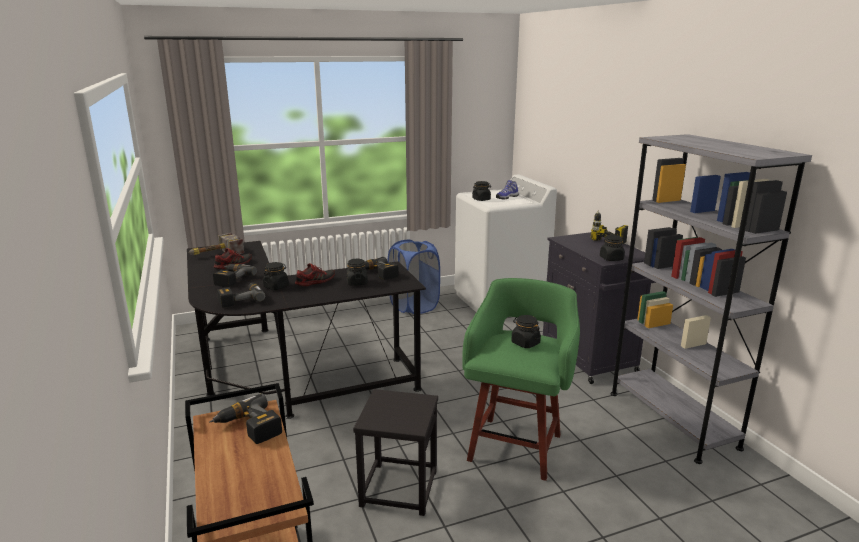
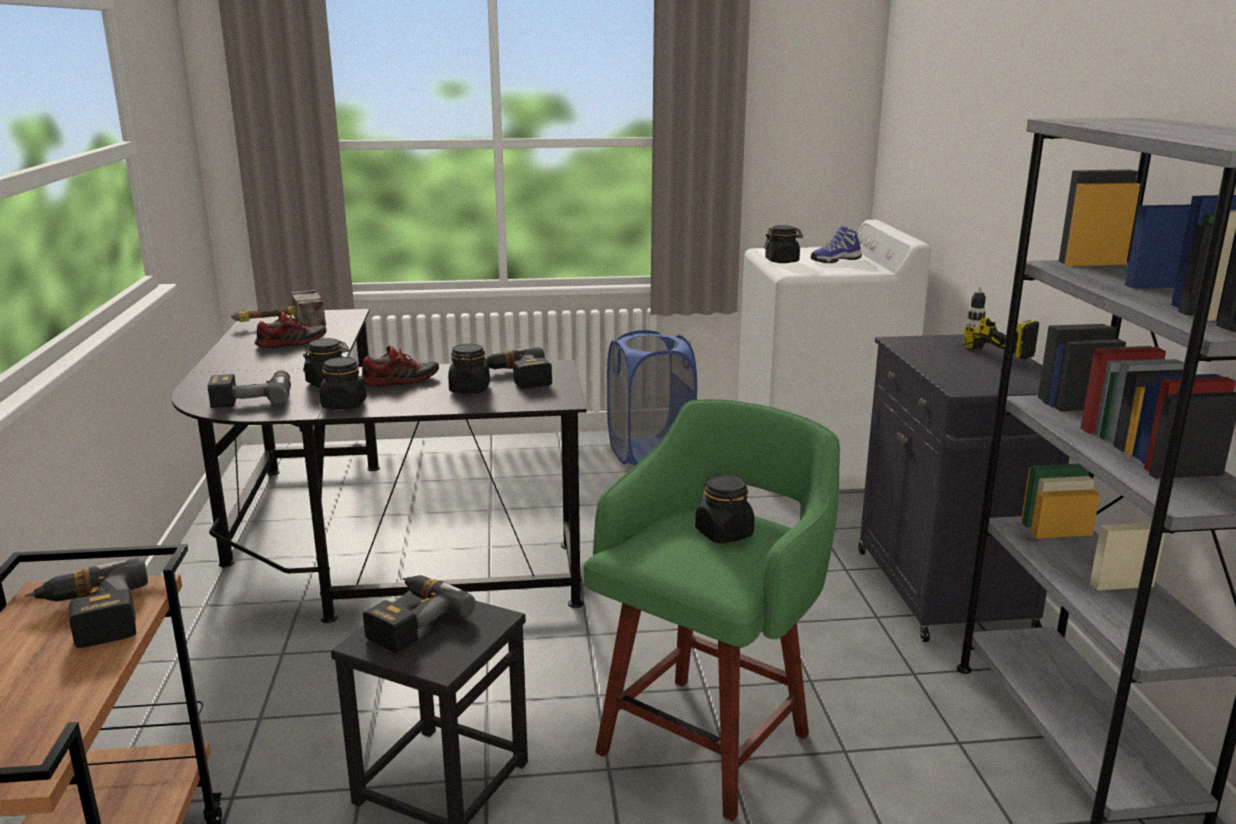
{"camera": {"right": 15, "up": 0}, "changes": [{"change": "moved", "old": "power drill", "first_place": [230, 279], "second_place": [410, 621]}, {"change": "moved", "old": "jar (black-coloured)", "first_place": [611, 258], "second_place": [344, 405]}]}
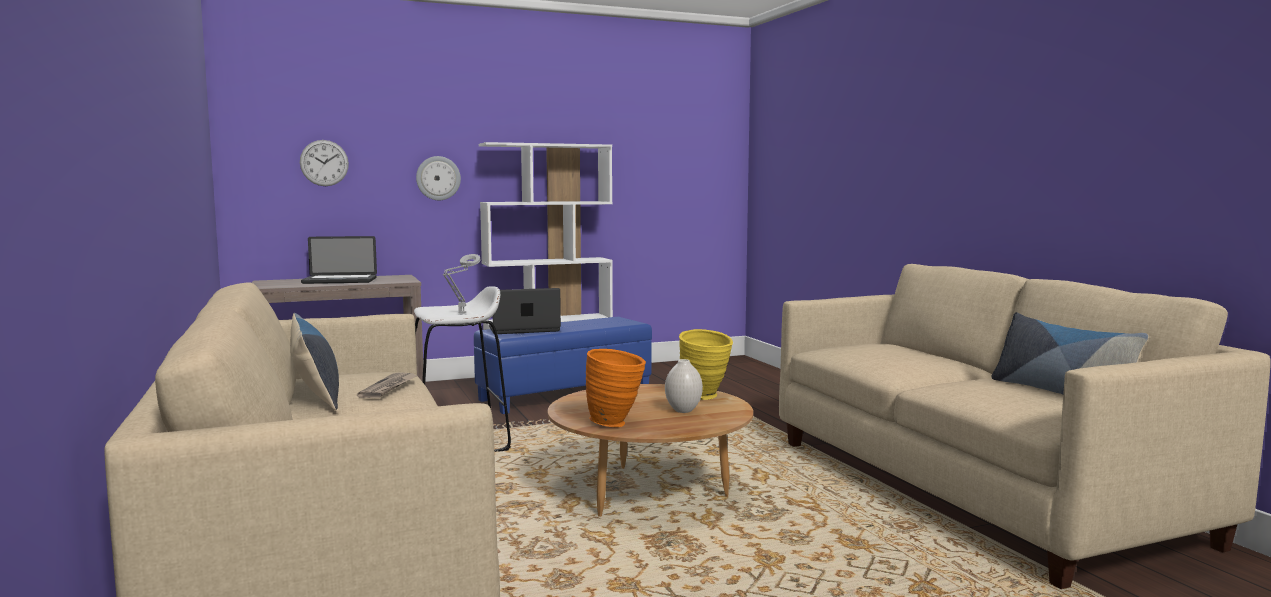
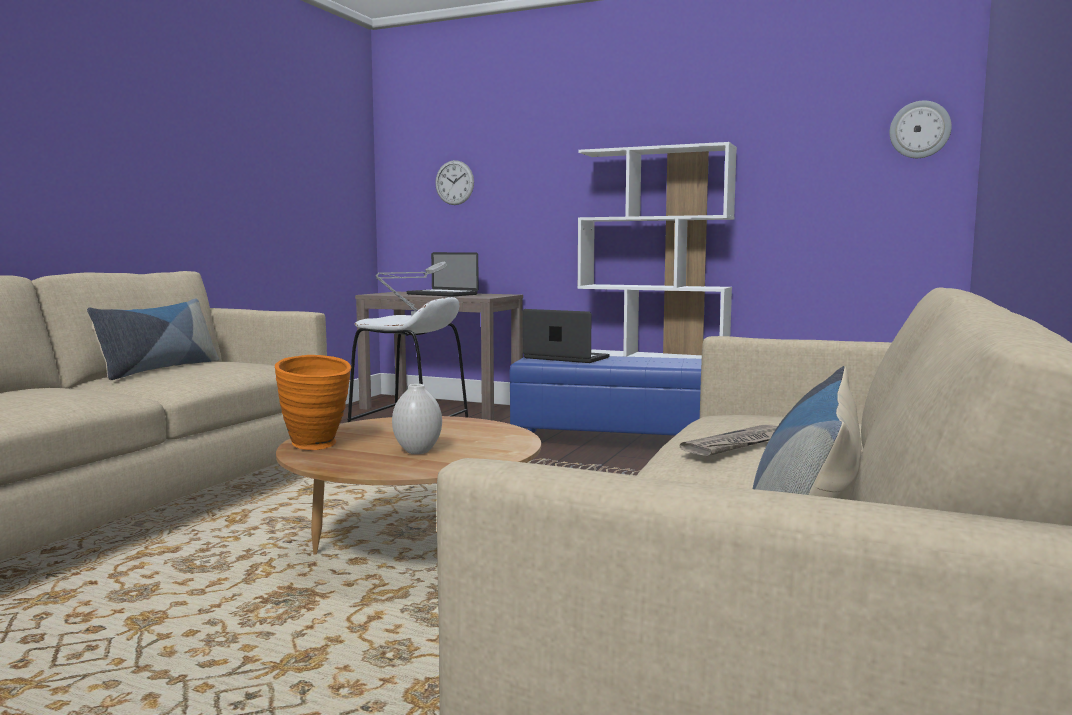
{"camera": {"right": 45, "up": 0}, "changes": [{"change": "removed", "old": "decorative vase (yellowish)", "first_place": [705, 397]}, {"change": "moved", "old": "newspaper", "first_place": [389, 387], "second_place": [739, 444]}, {"change": "moved", "old": "clock on the wall", "first_place": [438, 178], "second_place": [920, 129]}]}
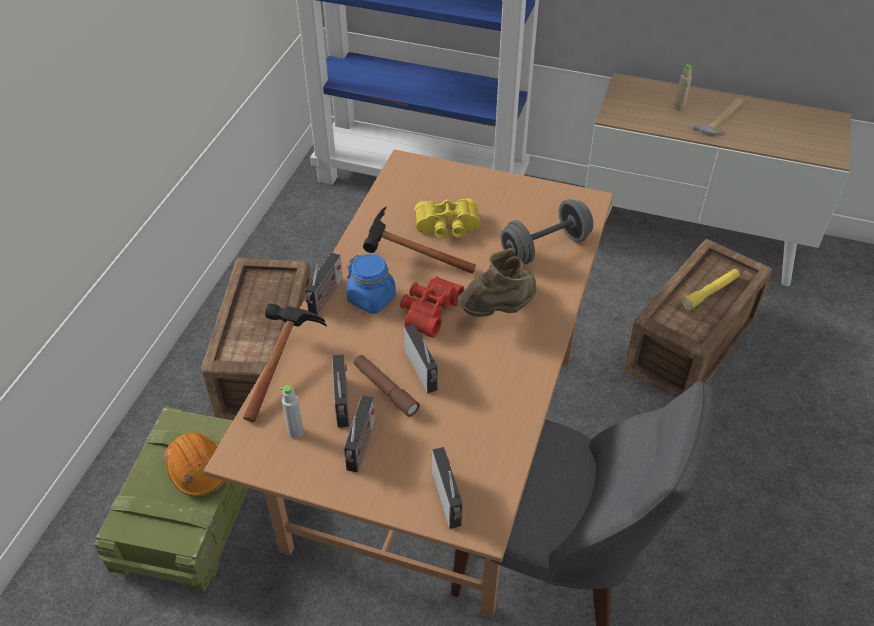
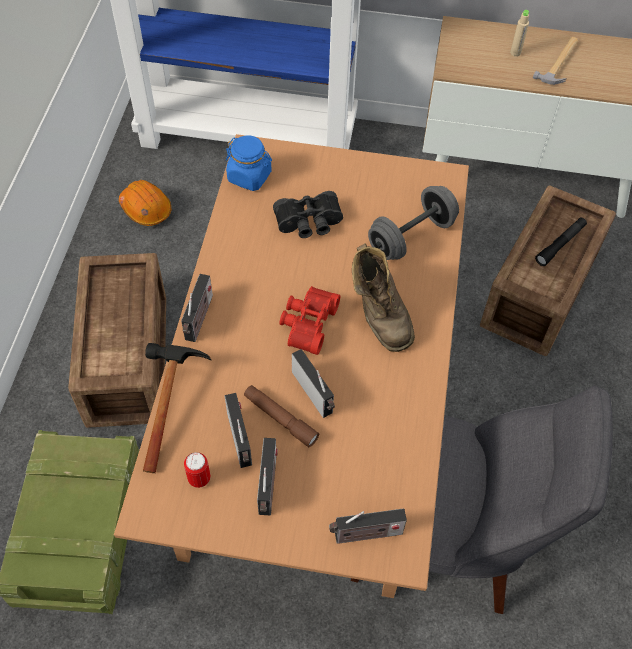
{"camera": {"right": -10, "up": 10}, "changes": [{"change": "removed", "old": "hammer", "first_place": [407, 260]}, {"change": "moved", "old": "safety helmet (orange)", "first_place": [198, 469], "second_place": [146, 209]}, {"change": "moved", "old": "jar (blue)", "first_place": [372, 298], "second_place": [249, 177]}, {"change": "replaced", "old": "bottle (gray)", "new": "can", "first_place": [296, 432], "second_place": [199, 478]}, {"change": "recoloured", "old": "pair of binoculars (yellowish)", "new": "pair of binoculars (black-coloured)", "first_place": [447, 227], "second_place": [309, 223]}, {"change": "recoloured", "old": "torch (yellowish)", "new": "torch (black-coloured)", "first_place": [710, 293], "second_place": [560, 244]}, {"change": "turned", "old": "radio", "first_place": [448, 501], "second_place": [365, 534], "degrees": 105}, {"change": "turned", "old": "high-top boot (brown)", "first_place": [500, 310], "second_place": [378, 314], "degrees": 120}]}
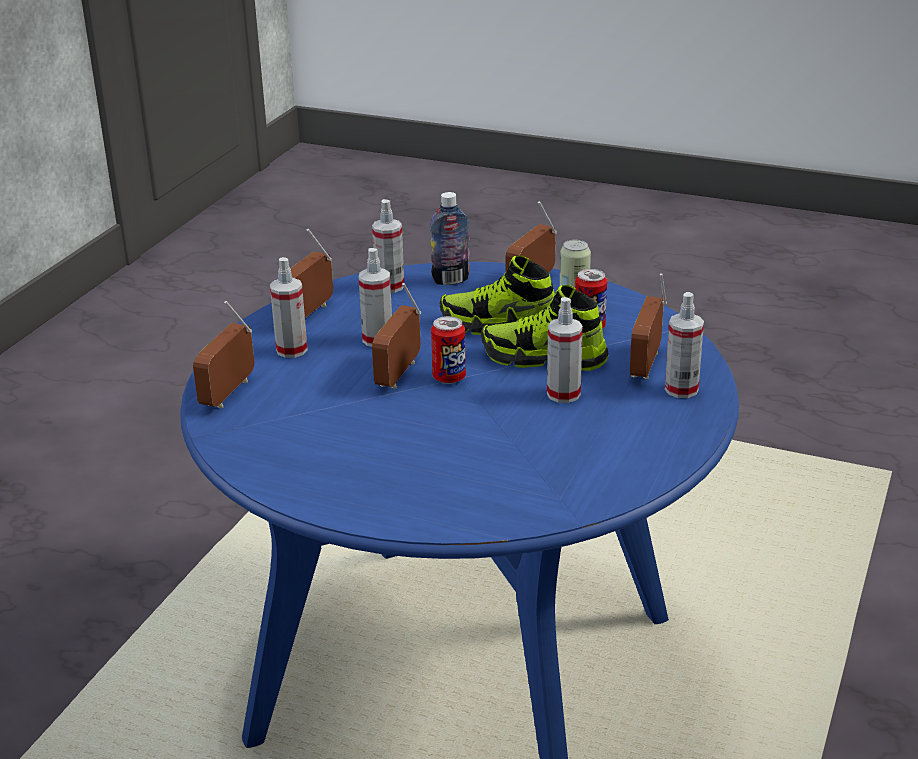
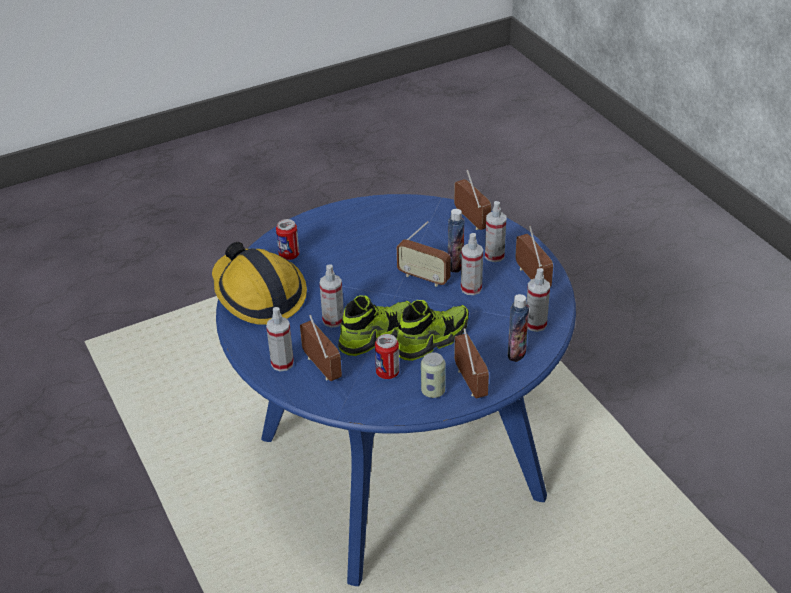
{"camera": {"right": 130, "up": 10}, "changes": [{"change": "added", "new": "safety helmet", "second_place": [258, 294]}, {"change": "added", "new": "bottle", "second_place": [455, 265]}, {"change": "moved", "old": "can", "first_place": [449, 378], "second_place": [289, 255]}, {"change": "turned", "old": "radio", "first_place": [399, 374], "second_place": [423, 278], "degrees": 150}]}
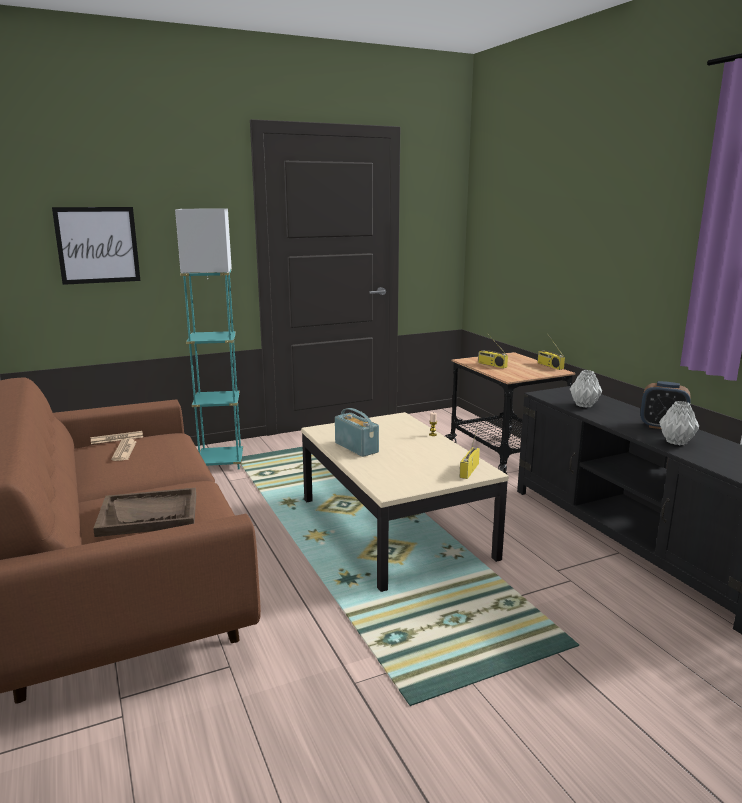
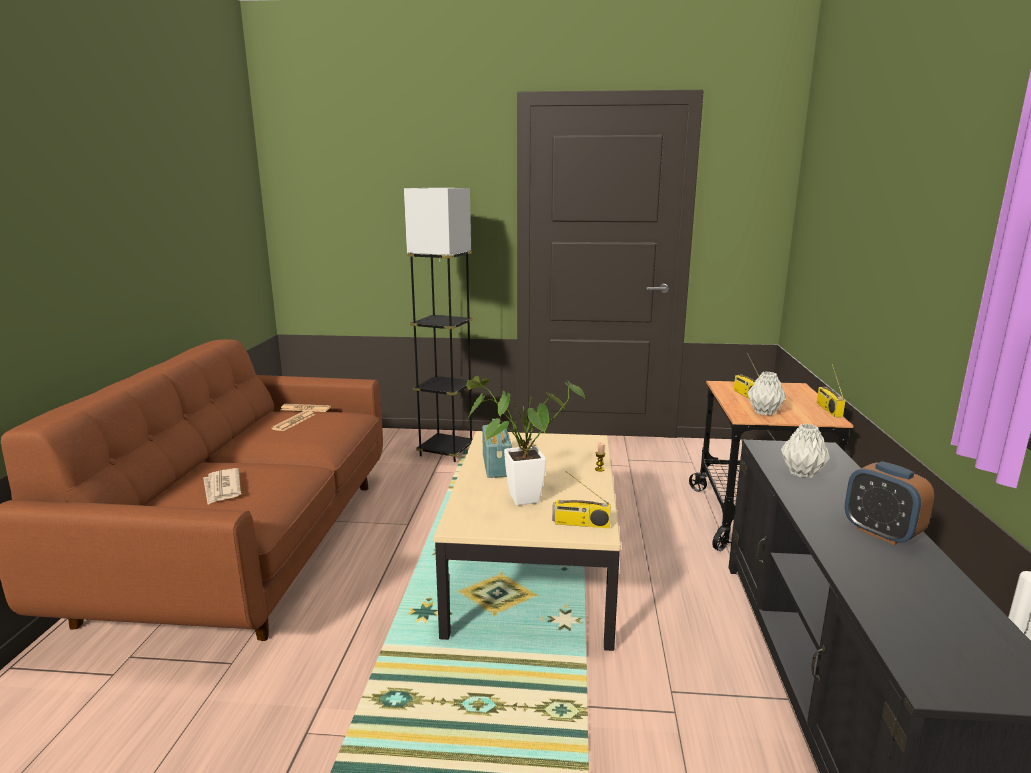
{"camera": {"right": 30, "up": 0}, "changes": [{"change": "removed", "old": "wall picture", "first_place": [97, 245]}, {"change": "added", "new": "potted plant", "second_place": [516, 499]}, {"change": "moved", "old": "decorative vase (gray)", "first_place": [677, 442], "second_place": [764, 412]}, {"change": "replaced", "old": "carrying tray (brown)", "new": "newspaper", "first_place": [149, 514], "second_place": [222, 488]}, {"change": "recoloured", "old": "standing lamp (turquoise)", "new": "standing lamp (gray)", "first_place": [221, 463], "second_place": [446, 451]}, {"change": "turned", "old": "radio", "first_place": [469, 470], "second_place": [580, 524], "degrees": -135}]}
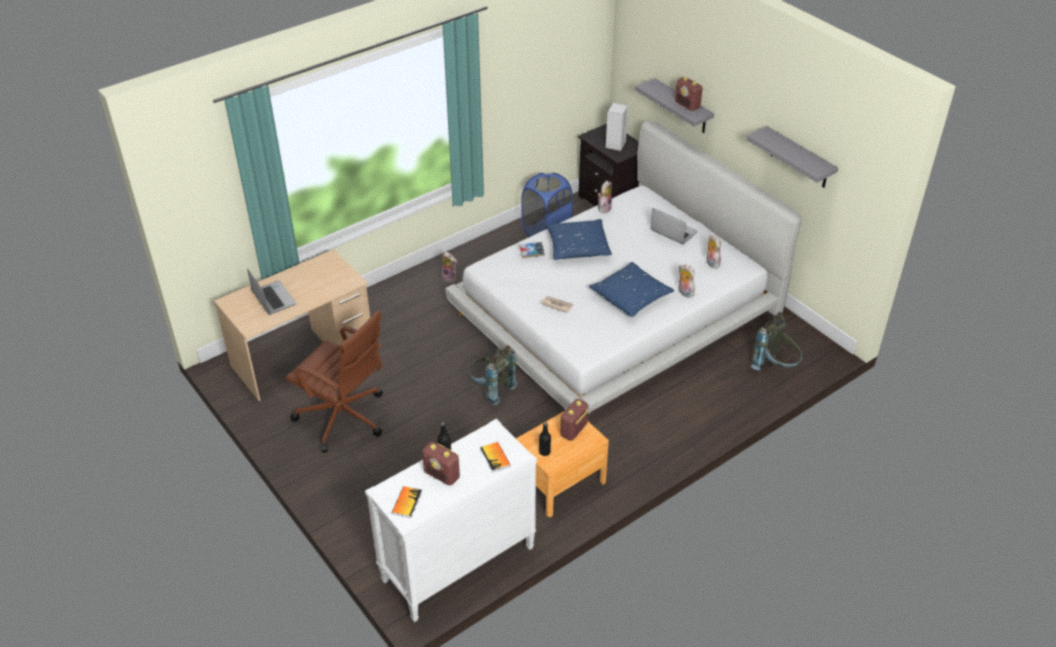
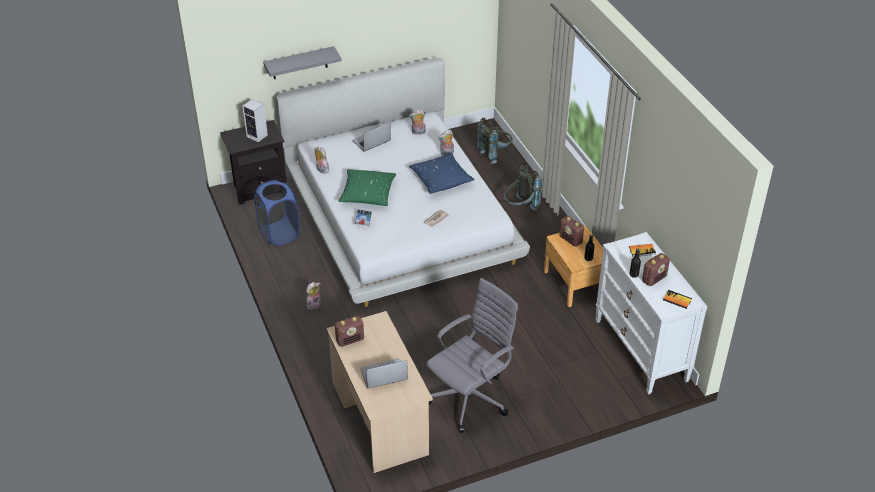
{"camera": {"right": -75, "up": 0}, "changes": [{"change": "removed", "old": "shelf (gray)", "first_place": [799, 158]}, {"change": "moved", "old": "knapsack (gray)", "first_place": [490, 389], "second_place": [520, 208]}, {"change": "moved", "old": "radio", "first_place": [687, 105], "second_place": [350, 340]}, {"change": "recoloured", "old": "desk chair (brown)", "new": "desk chair (gray)", "first_place": [344, 419], "second_place": [470, 397]}, {"change": "recoloured", "old": "throw pillow (blue)", "new": "throw pillow (green-coloured)", "first_place": [577, 247], "second_place": [367, 194]}]}
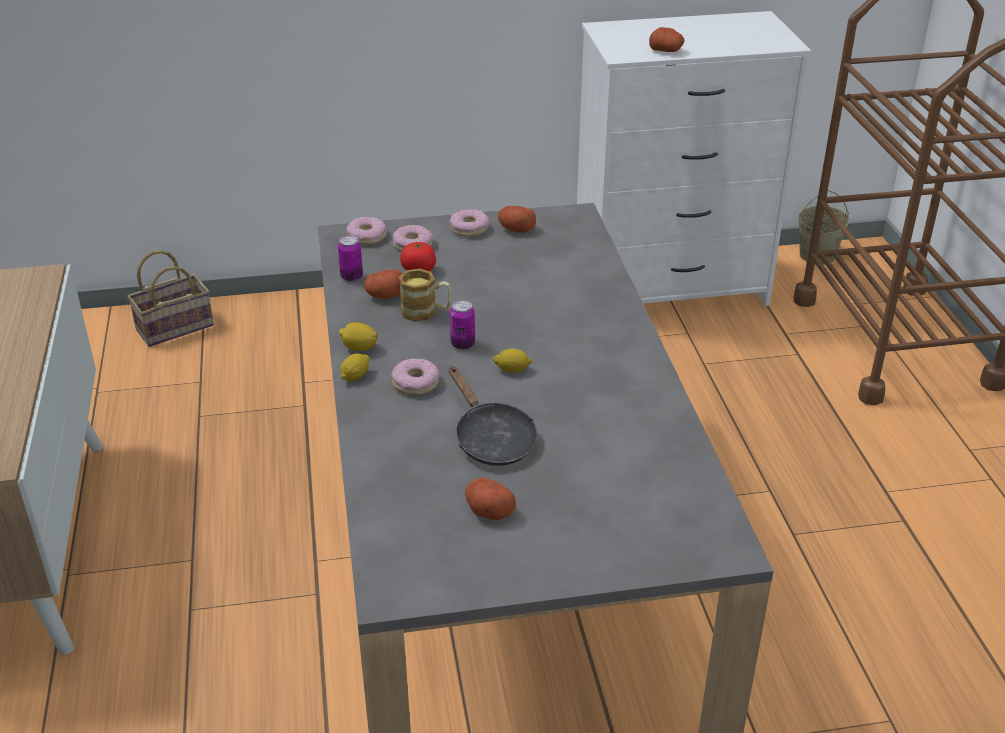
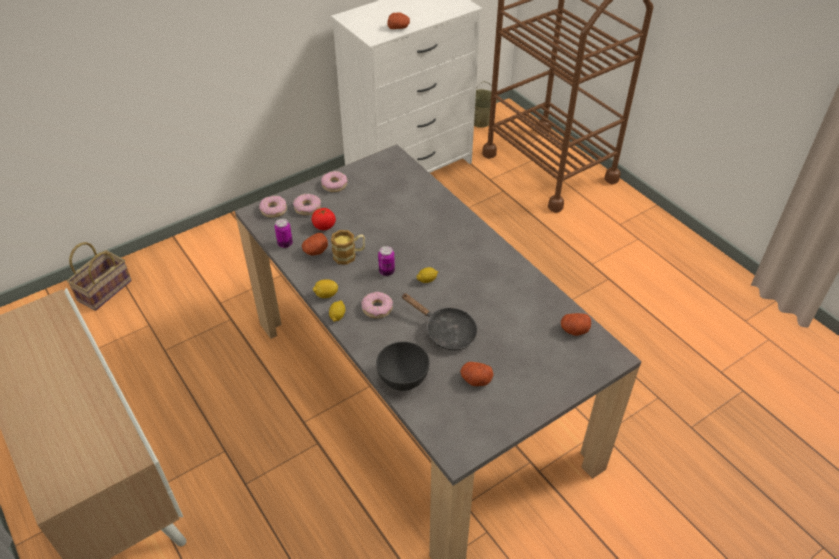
{"camera": {"right": -25, "up": 10}, "changes": [{"change": "added", "new": "deep dish (gray)", "second_place": [403, 379]}, {"change": "moved", "old": "potato", "first_place": [515, 229], "second_place": [574, 330]}]}
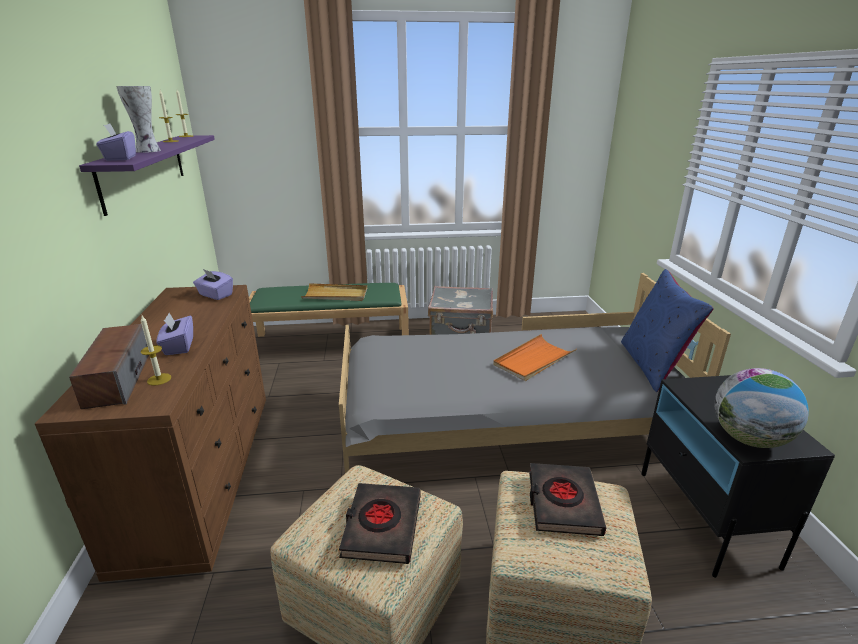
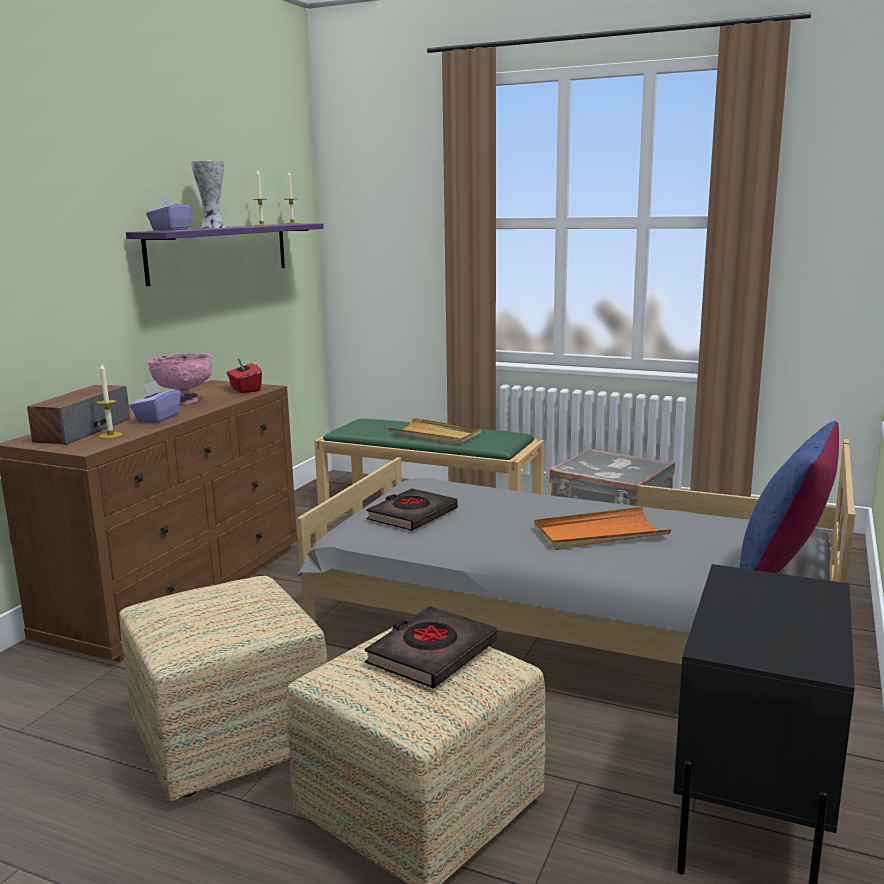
{"camera": {"right": 30, "up": -10}, "changes": [{"change": "removed", "old": "globe", "first_place": [748, 439]}, {"change": "added", "new": "deep dish (pink)", "second_place": [184, 401]}, {"change": "moved", "old": "volume (black-coloured)", "first_place": [381, 526], "second_place": [412, 515]}, {"change": "recoloured", "old": "tissue holder (purple-coloured)", "new": "tissue holder (red)", "first_place": [215, 295], "second_place": [245, 389]}]}
